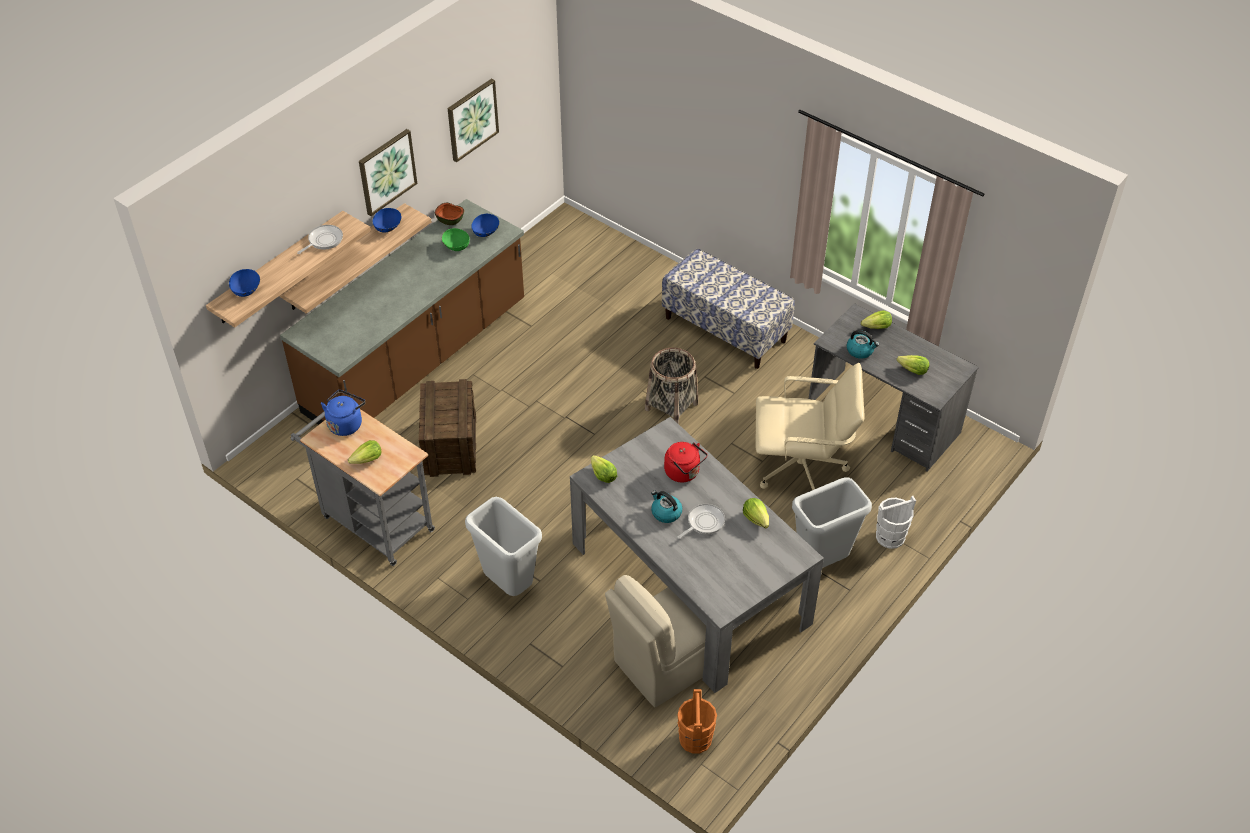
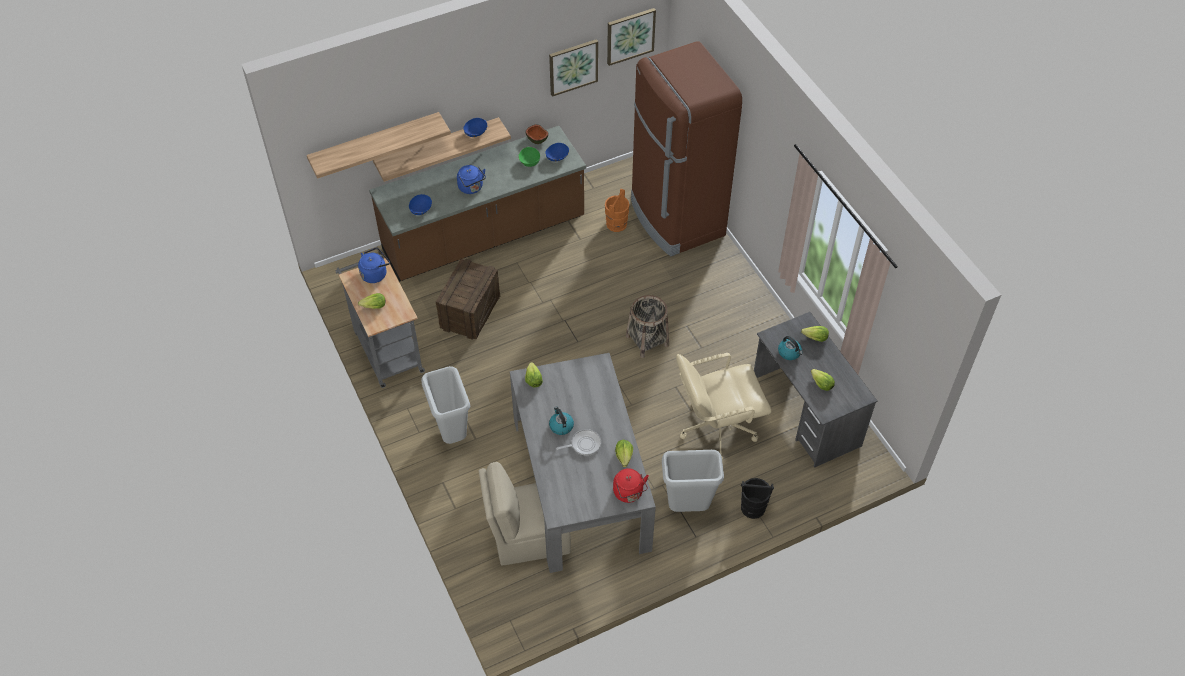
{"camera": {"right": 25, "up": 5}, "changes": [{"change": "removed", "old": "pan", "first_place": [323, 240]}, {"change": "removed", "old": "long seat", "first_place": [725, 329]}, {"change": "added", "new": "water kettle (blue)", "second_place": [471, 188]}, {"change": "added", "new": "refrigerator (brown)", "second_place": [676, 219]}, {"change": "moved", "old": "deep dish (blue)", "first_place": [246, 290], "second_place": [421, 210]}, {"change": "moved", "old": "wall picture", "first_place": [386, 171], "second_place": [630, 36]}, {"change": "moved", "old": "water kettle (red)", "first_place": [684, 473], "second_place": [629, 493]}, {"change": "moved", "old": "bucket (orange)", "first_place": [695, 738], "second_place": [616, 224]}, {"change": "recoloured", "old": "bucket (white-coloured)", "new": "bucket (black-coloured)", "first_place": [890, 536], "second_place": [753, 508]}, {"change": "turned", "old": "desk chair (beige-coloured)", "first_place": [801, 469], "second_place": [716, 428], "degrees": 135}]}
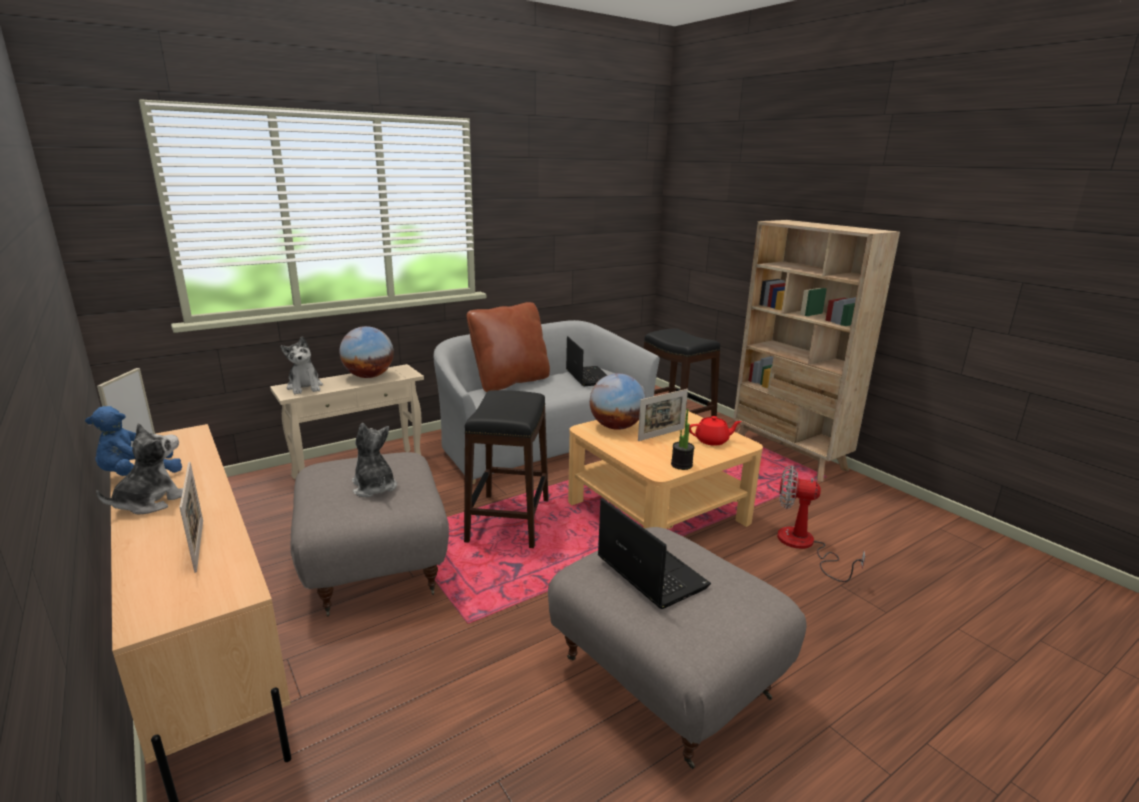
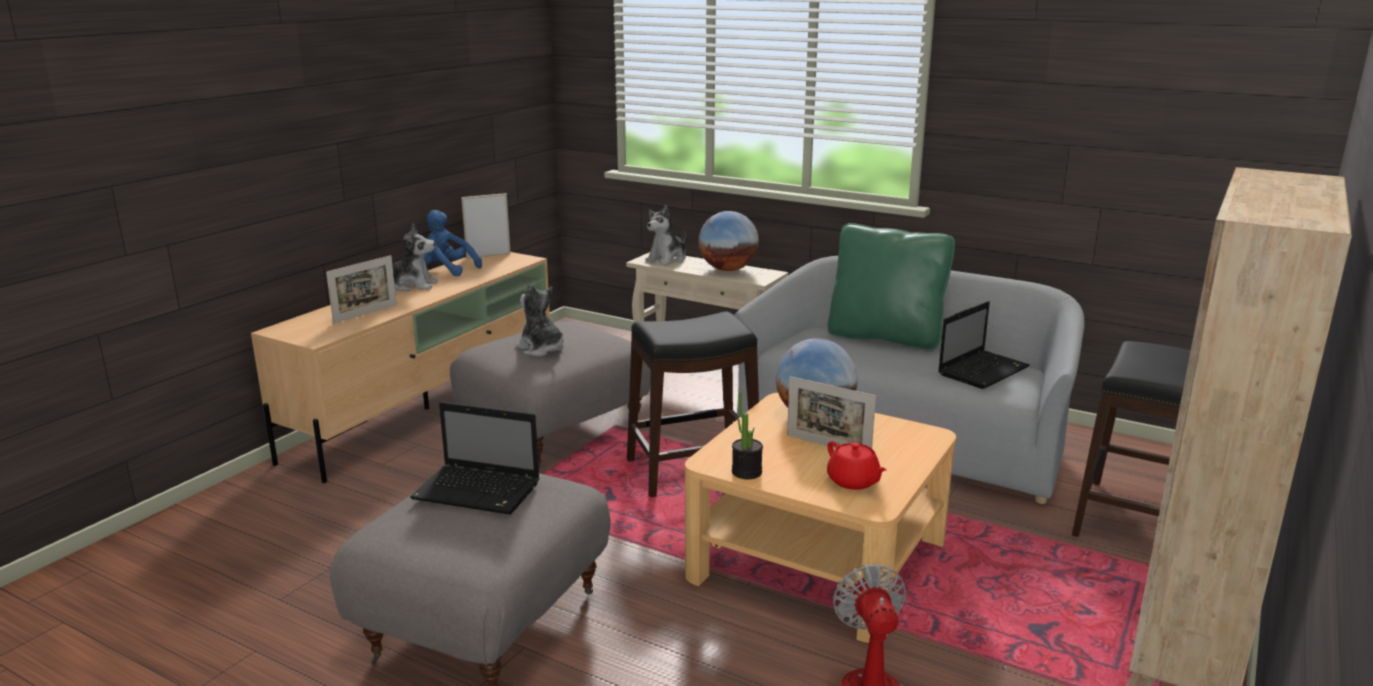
{"camera": {"right": 65, "up": 0}, "changes": [{"change": "recoloured", "old": "throw pillow (brown)", "new": "throw pillow (green-coloured)", "first_place": [510, 382], "second_place": [885, 336]}, {"change": "turned", "old": "plush toy", "first_place": [374, 487], "second_place": [541, 349], "degrees": -75}, {"change": "turned", "old": "laptop", "first_place": [649, 571], "second_place": [479, 491], "degrees": 75}]}
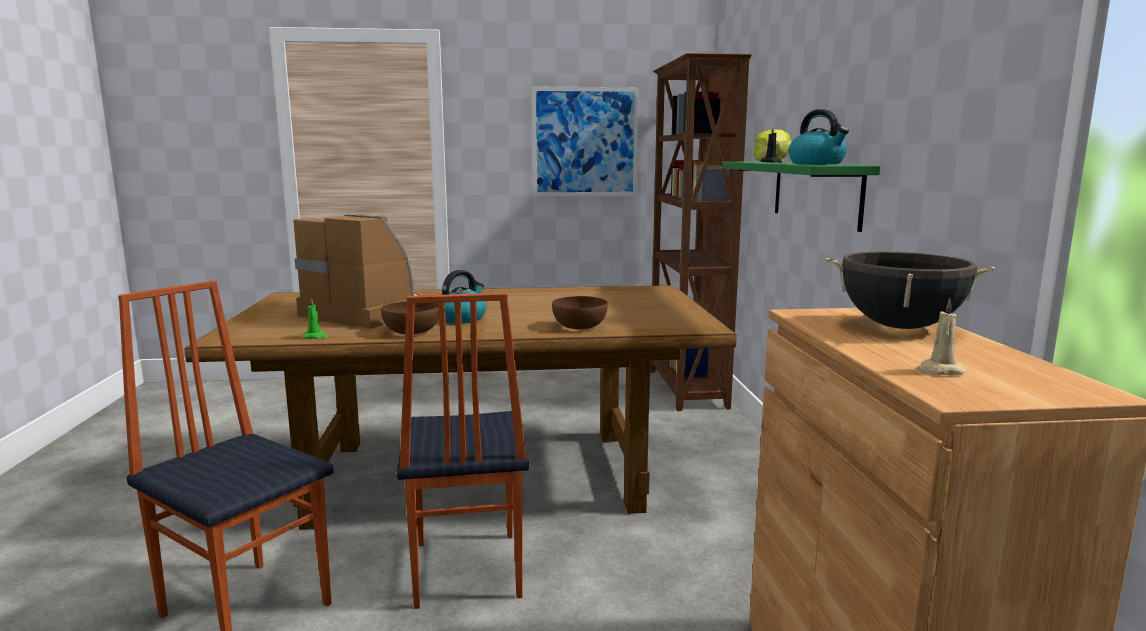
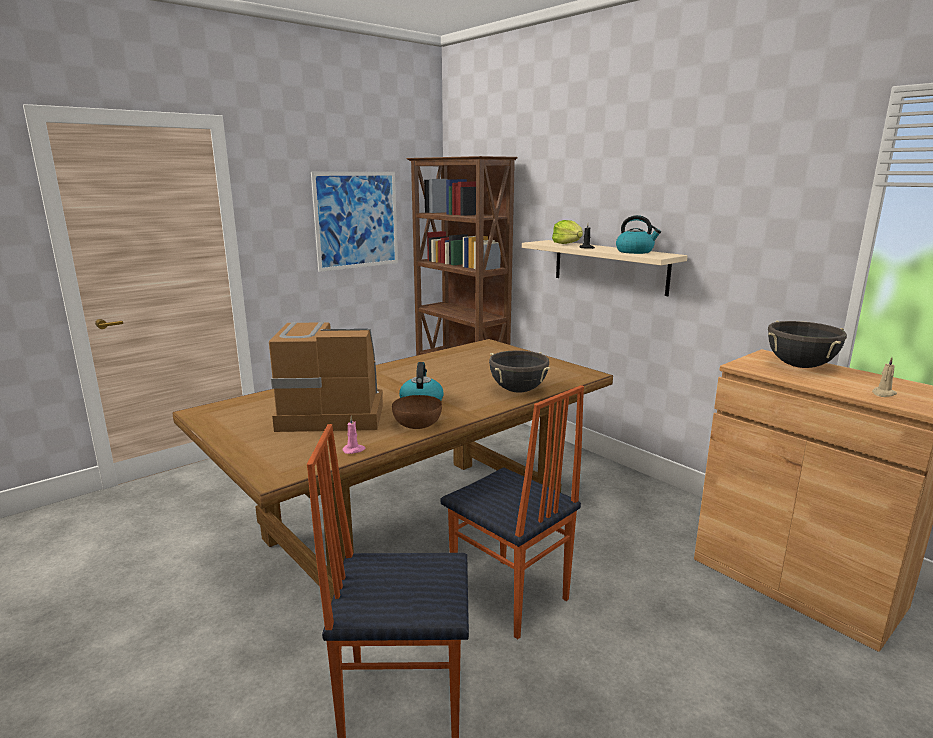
{"camera": {"right": -35, "up": 5}, "changes": [{"change": "replaced", "old": "deep dish (brown)", "new": "stockpot (black-coloured)", "first_place": [580, 326], "second_place": [518, 390]}, {"change": "recoloured", "old": "wax light (green-coloured)", "new": "wax light (pink)", "first_place": [315, 337], "second_place": [354, 450]}, {"change": "recoloured", "old": "shelf (green-coloured)", "new": "shelf (beige-coloured)", "first_place": [815, 192], "second_place": [609, 266]}]}
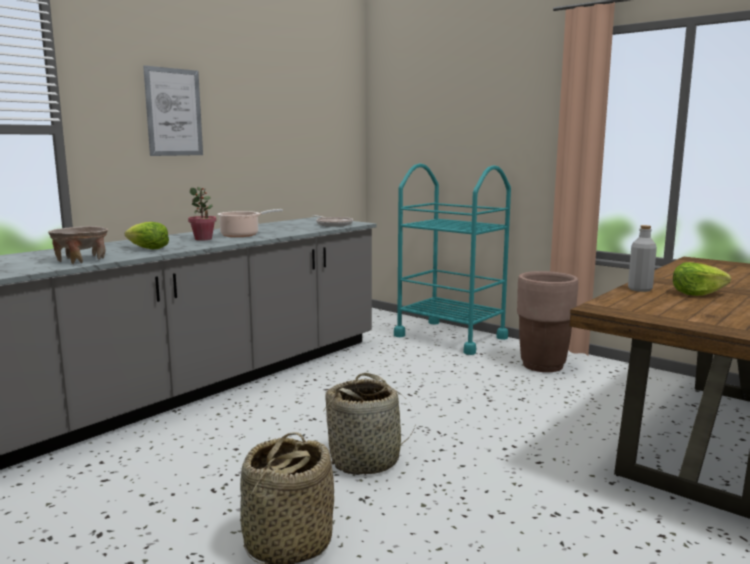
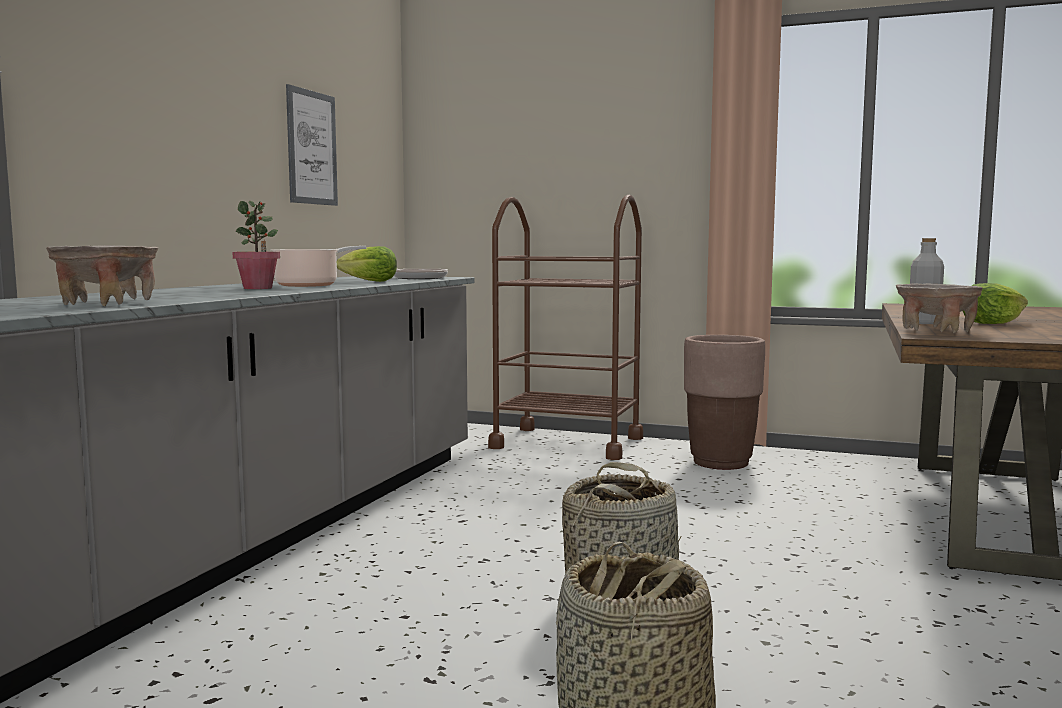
{"camera": {"right": -20, "up": -5}, "changes": [{"change": "added", "new": "deep dish (beige-coloured)", "second_place": [935, 331]}, {"change": "moved", "old": "lettuce head", "first_place": [148, 248], "second_place": [370, 281]}, {"change": "moved", "old": "wall picture", "first_place": [174, 112], "second_place": [312, 148]}, {"change": "recoloured", "old": "cart (turquoise)", "new": "cart (brown)", "first_place": [450, 337], "second_place": [567, 443]}]}
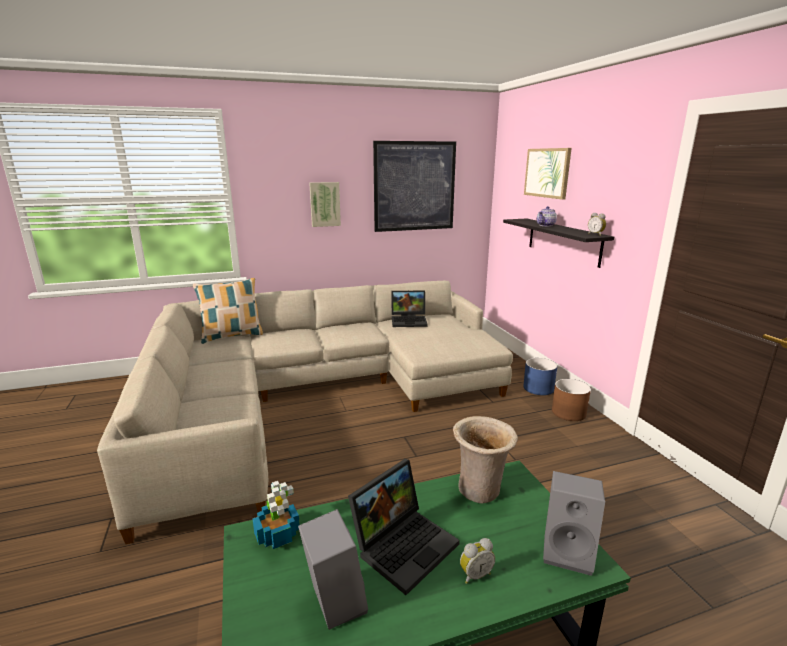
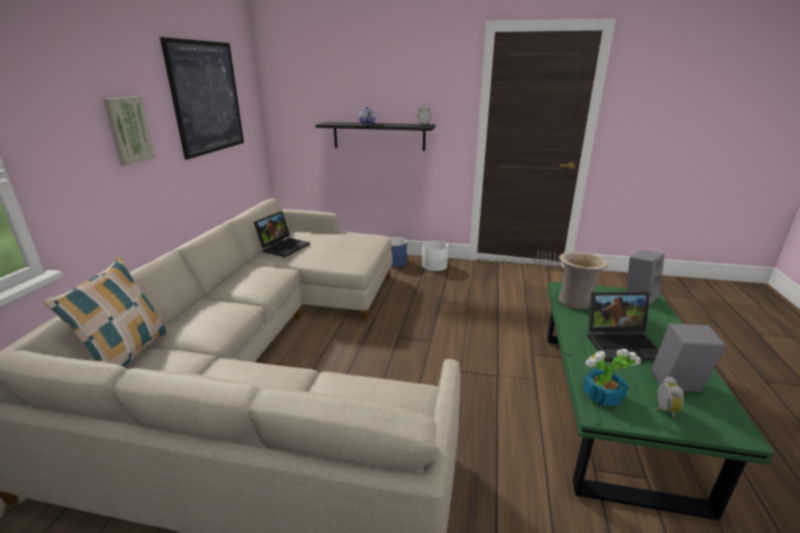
{"camera": {"right": -60, "up": 5}, "changes": [{"change": "removed", "old": "wall picture", "first_place": [547, 173]}, {"change": "moved", "old": "table clock", "first_place": [475, 574], "second_place": [663, 410]}, {"change": "recoloured", "old": "planter (brown)", "new": "planter (white-coloured)", "first_place": [569, 413], "second_place": [434, 266]}, {"change": "turned", "old": "laptop", "first_place": [404, 543], "second_place": [623, 344], "degrees": 105}]}
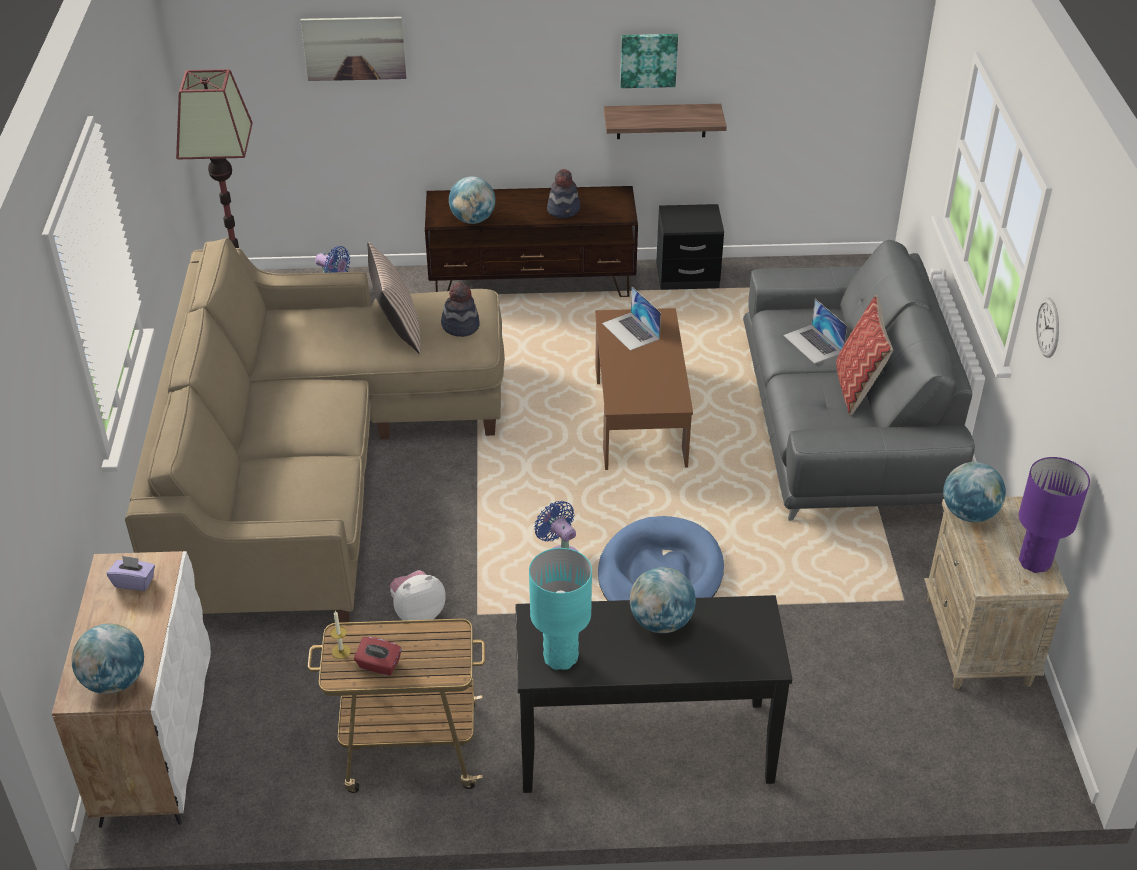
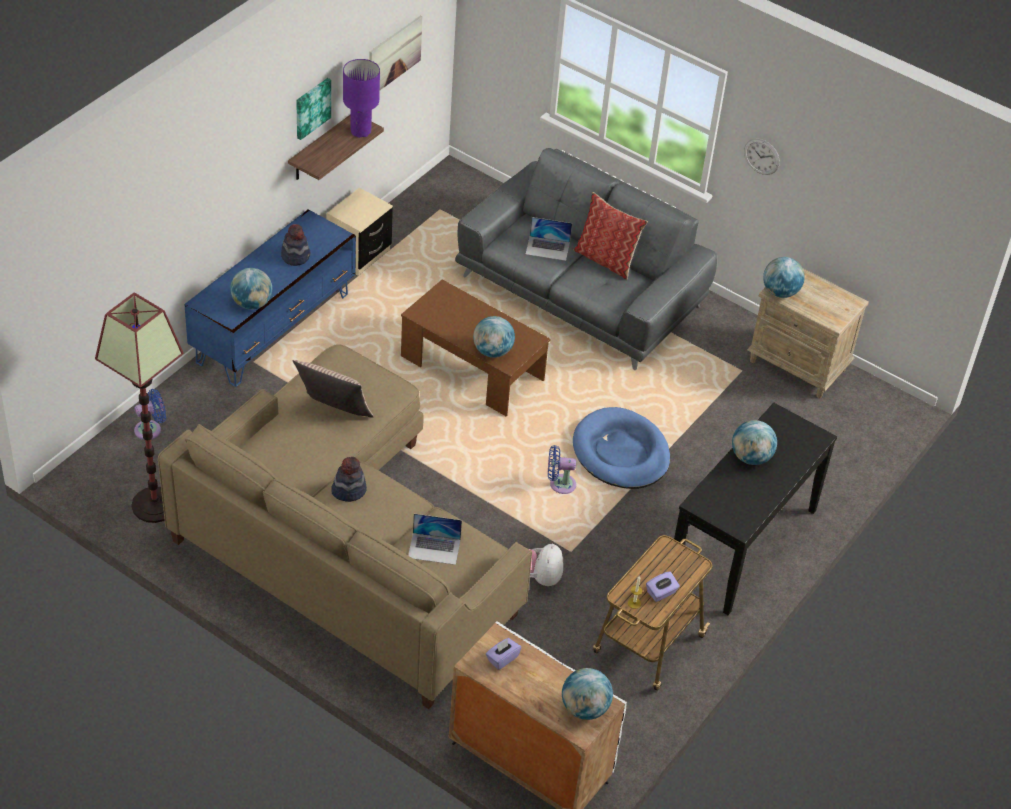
{"camera": {"right": -55, "up": 5}, "changes": [{"change": "removed", "old": "table lamp (turquoise)", "first_place": [560, 658]}, {"change": "added", "new": "globe", "second_place": [492, 351]}, {"change": "moved", "old": "wall picture", "first_place": [354, 48], "second_place": [394, 55]}, {"change": "moved", "old": "clothing hat", "first_place": [460, 326], "second_place": [349, 490]}, {"change": "moved", "old": "laptop", "first_place": [631, 331], "second_place": [434, 548]}, {"change": "moved", "old": "table lamp (purple-coloured)", "first_place": [1034, 562], "second_place": [360, 131]}, {"change": "recoloured", "old": "tissue holder (red)", "new": "tissue holder (purple-coloured)", "first_place": [378, 665], "second_place": [661, 593]}, {"change": "recoloured", "old": "tv unit (brown)", "new": "tv unit (blue)", "first_place": [532, 283], "second_place": [274, 328]}, {"change": "recoloured", "old": "bedside table (black-coloured)", "new": "bedside table (beige-coloured)", "first_place": [687, 276], "second_place": [359, 254]}]}
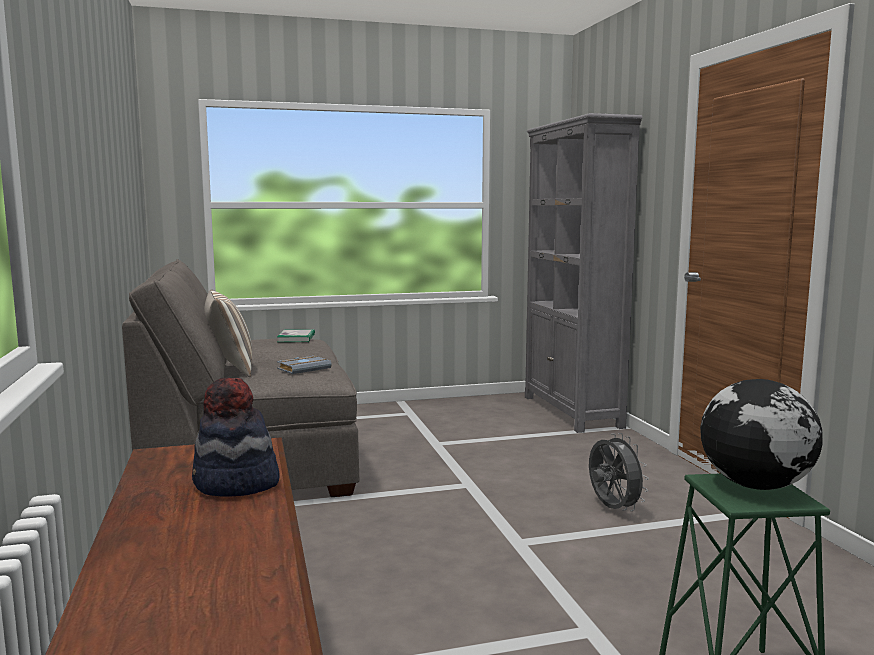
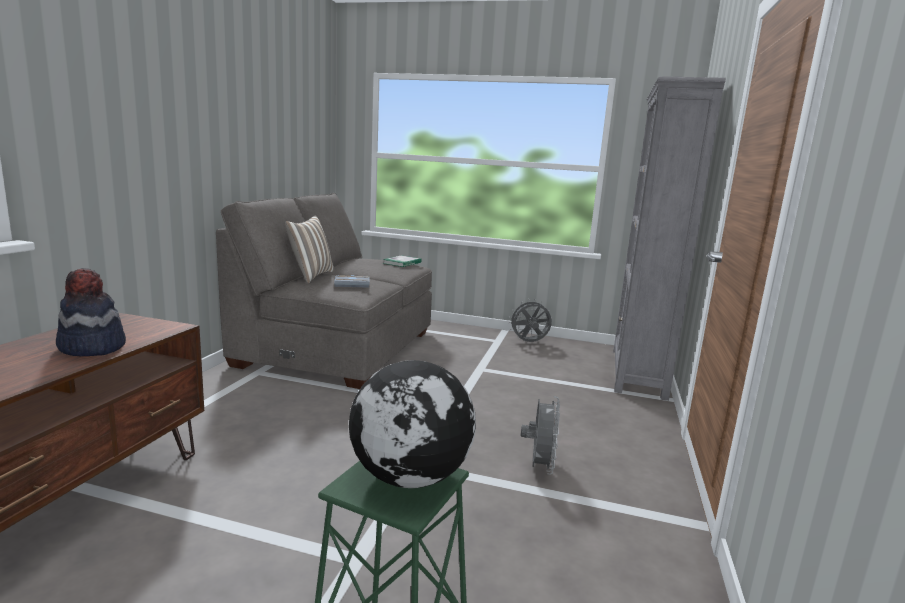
{"camera": {"right": 30, "up": 5}, "changes": [{"change": "added", "new": "electric fan (gray)", "second_place": [529, 342]}]}
